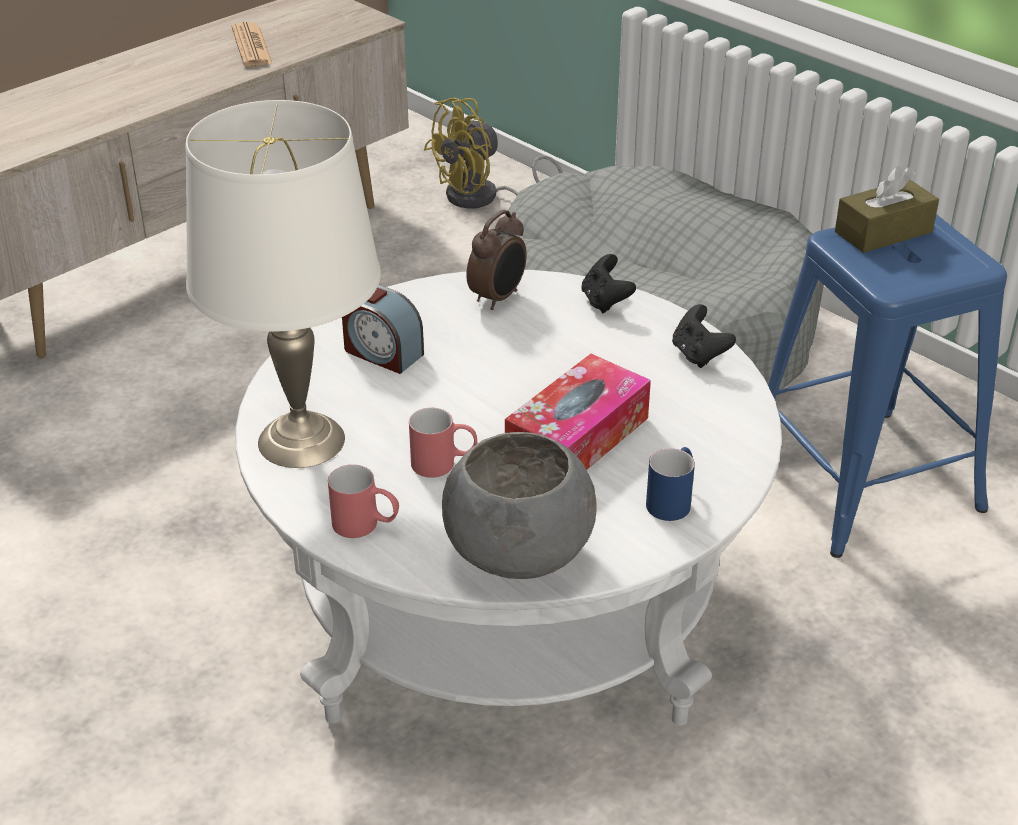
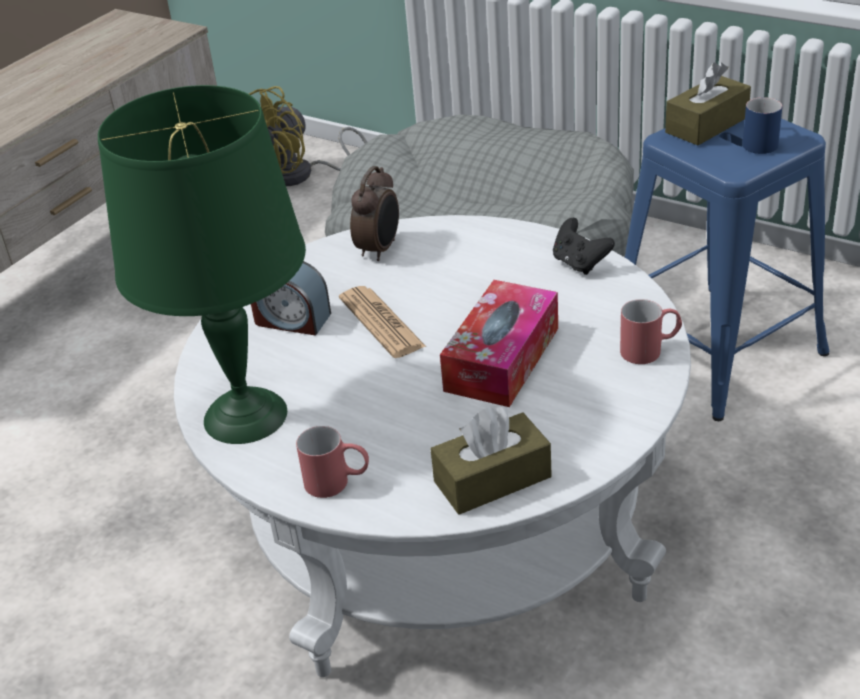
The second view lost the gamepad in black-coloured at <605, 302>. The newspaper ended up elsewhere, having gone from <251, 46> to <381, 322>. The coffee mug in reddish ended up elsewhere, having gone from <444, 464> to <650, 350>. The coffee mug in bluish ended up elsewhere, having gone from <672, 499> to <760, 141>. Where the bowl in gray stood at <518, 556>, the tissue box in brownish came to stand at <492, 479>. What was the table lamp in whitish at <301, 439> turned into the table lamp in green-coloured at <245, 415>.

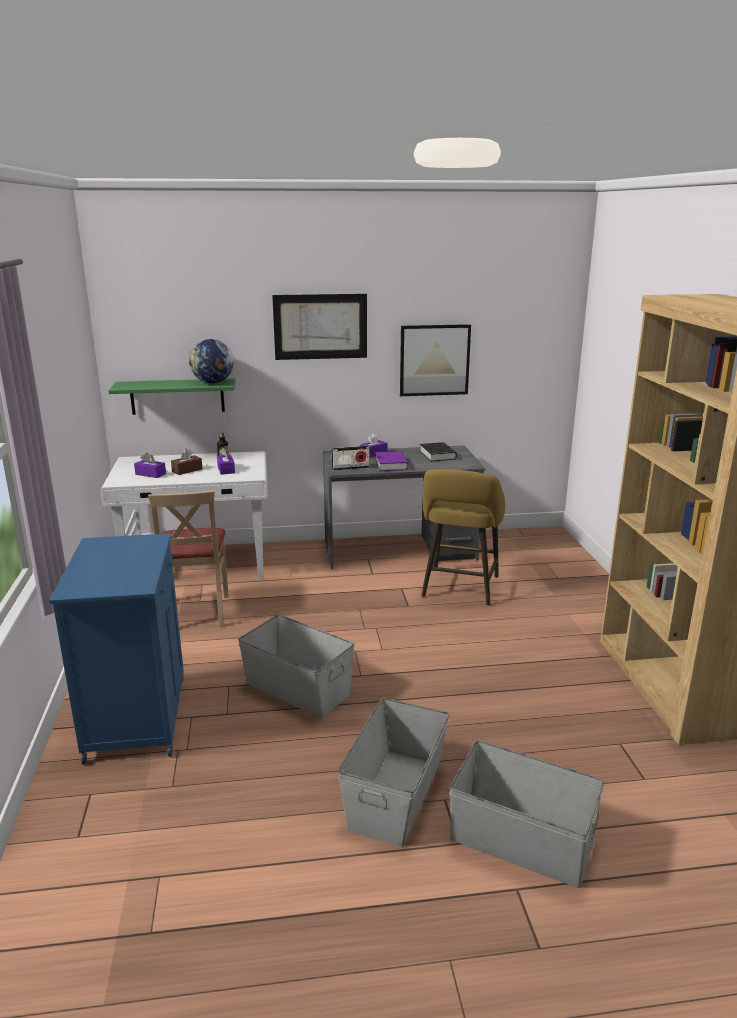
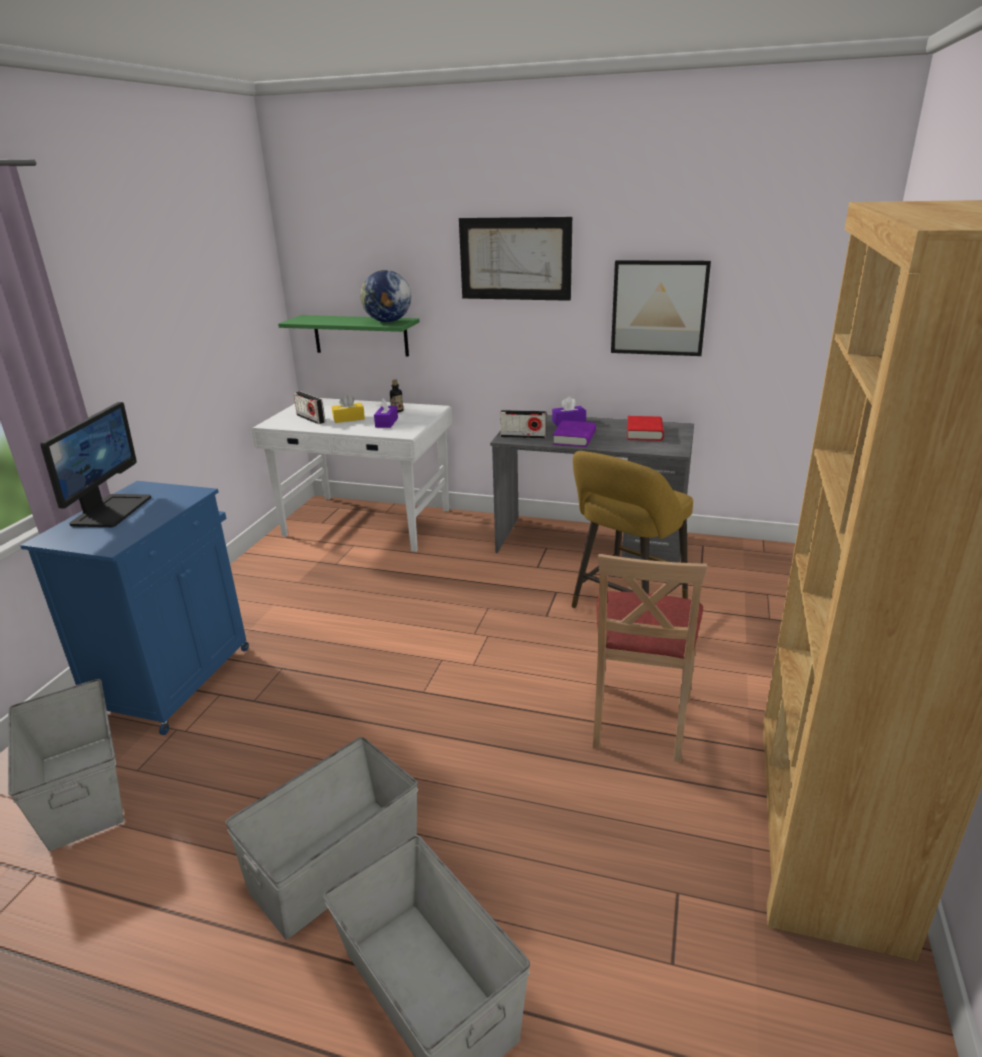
The second view gained the computer display at <110, 510>. The plain chair in beige ended up elsewhere, having gone from <196, 612> to <639, 719>. The storage box in gray ended up elsewhere, having gone from <297, 688> to <82, 788>. Where the tissue box in purplish stood at <150, 474>, the radio came to stand at <310, 419>. What was the tissue box in brownish at <187, 470> turned into the tissue box in yellow at <349, 419>. What was the bound book in black-coloured at <437, 455> turned into the bound book in reddish at <644, 433>.

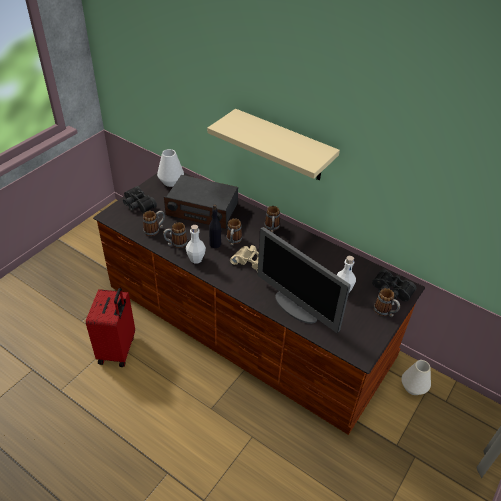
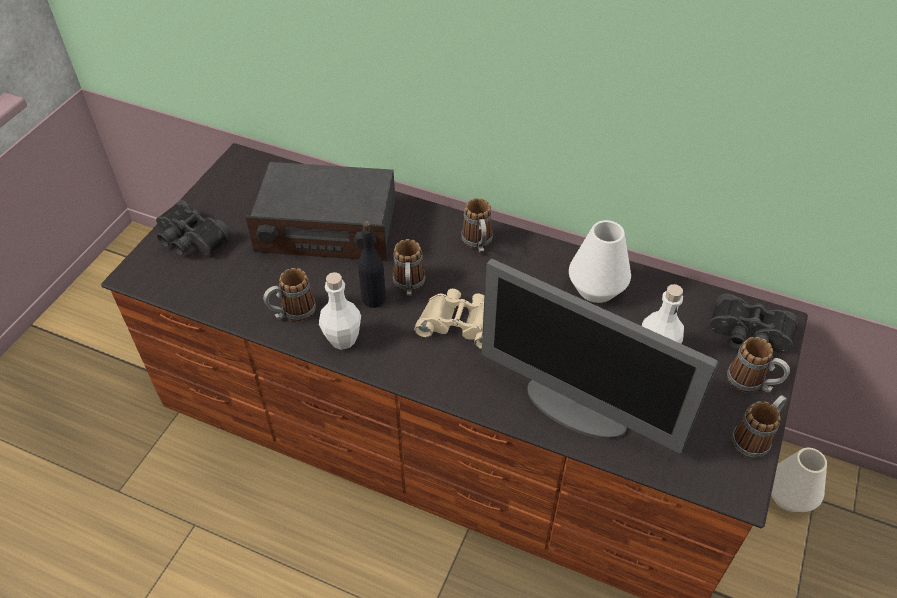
The second view lost the travel case in reddish at <118, 350>. The second view lost the wall shelf in beige at <283, 146>. The coffee mug ended up elsewhere, having gone from <155, 230> to <755, 438>. The vase in whitish ended up elsewhere, having gone from <171, 181> to <596, 288>.

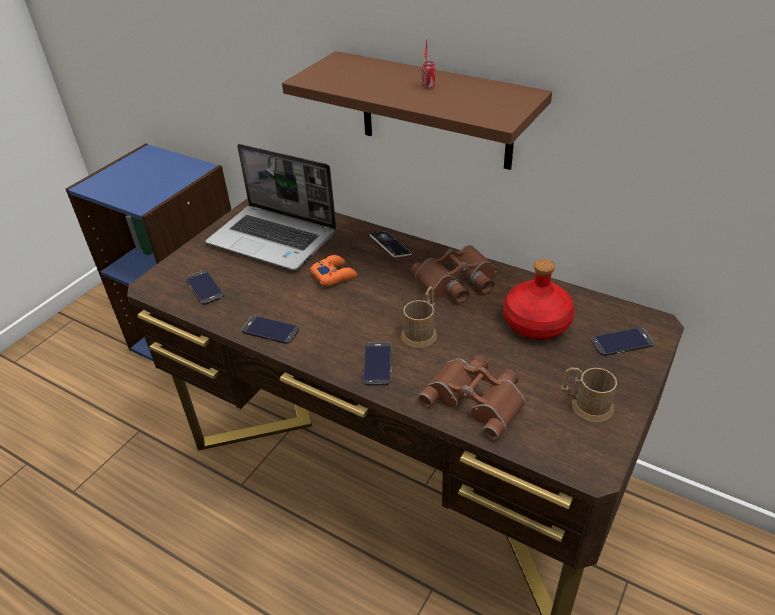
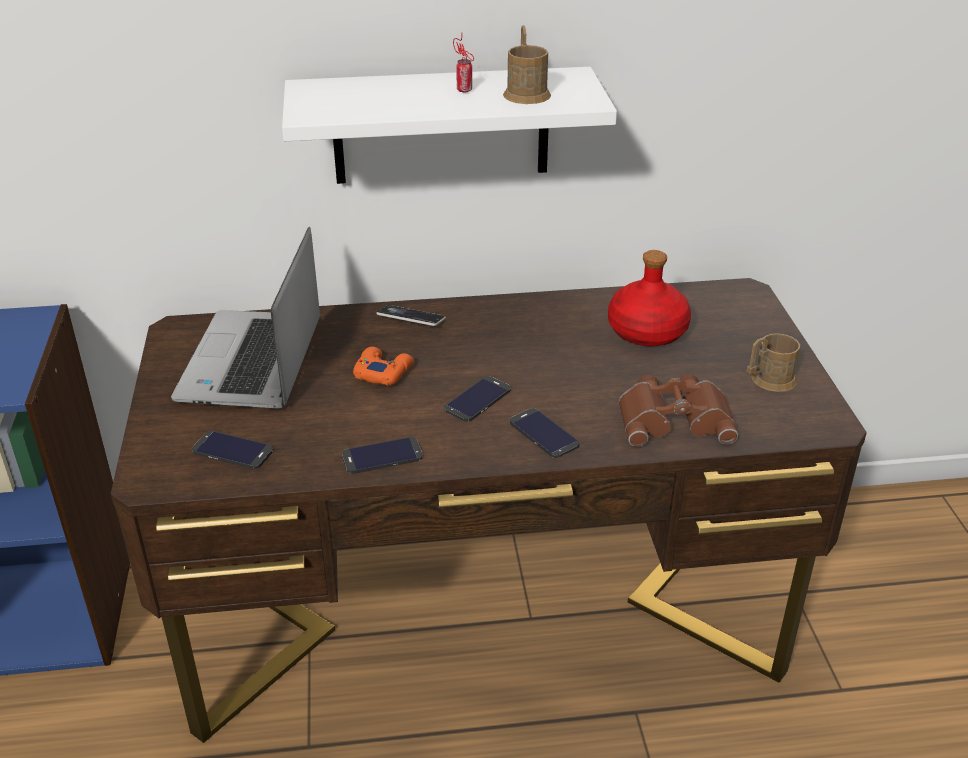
The second view lost the binoculars in brownish at <457, 281>. The coffee mug in brownish ended up elsewhere, having gone from <421, 331> to <525, 92>. The handset ended up elsewhere, having gone from <622, 342> to <478, 399>. What was the wall shelf in brownish at <435, 111> turned into the wall shelf in whitish at <441, 126>. The notebook computer at <274, 239> ended up facing another way, 105 degrees clockwise from before.

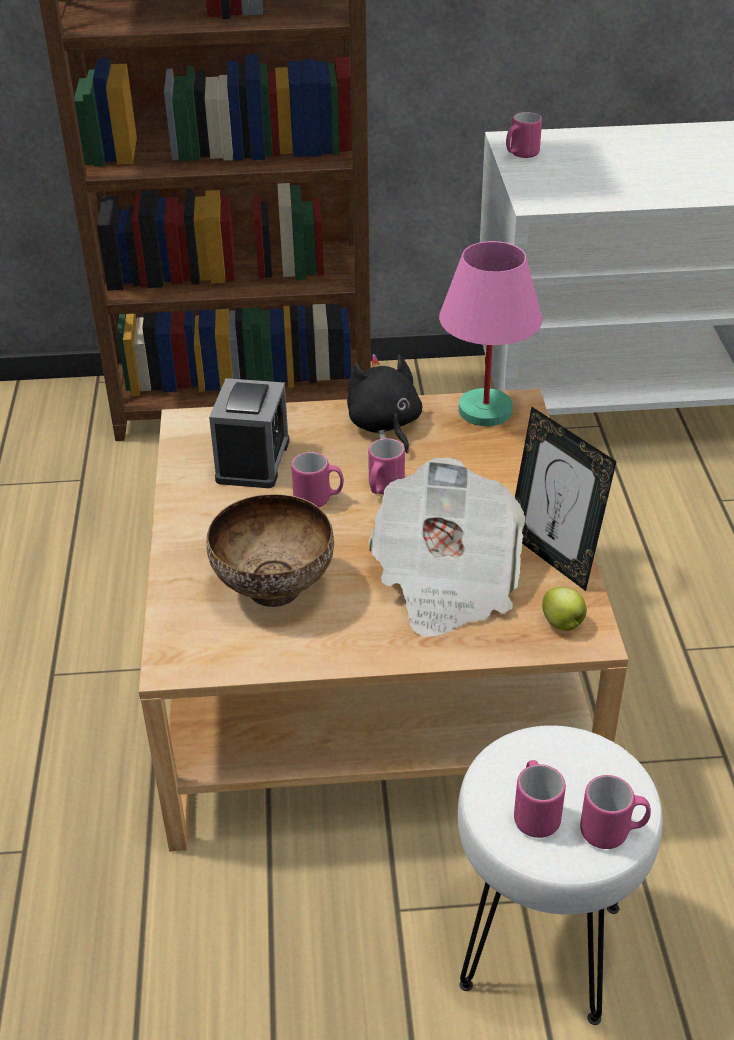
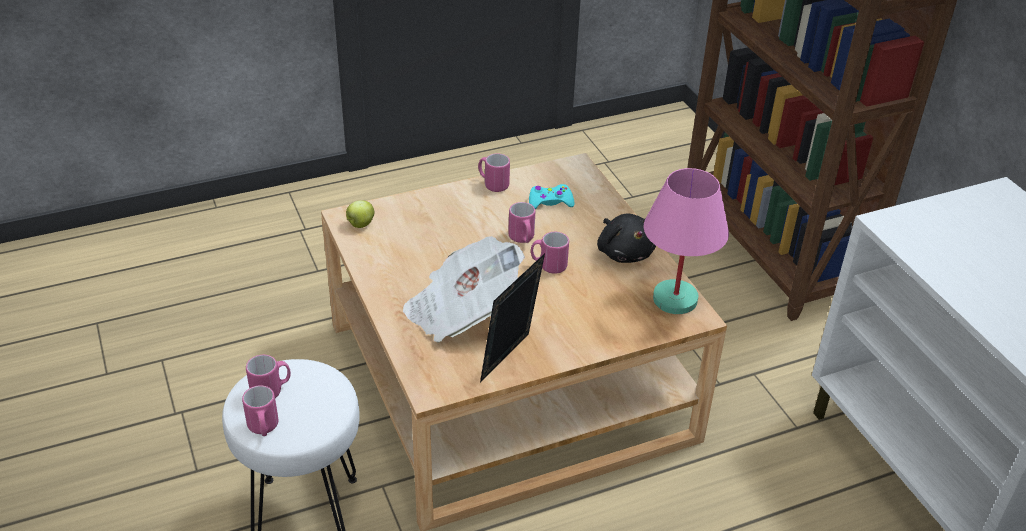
The second view lost the bowl at <272, 590>. The coffee mug in pink-coloured ended up elsewhere, having gone from <520, 155> to <493, 184>. The apple ended up elsewhere, having gone from <563, 624> to <360, 224>. Where the alarm clock stood at <253, 461>, the gamepad in blue-green came to stand at <550, 202>. The cuddly toy in black-coloured at <384, 425> ended up facing another way, 105 degrees clockwise from before.

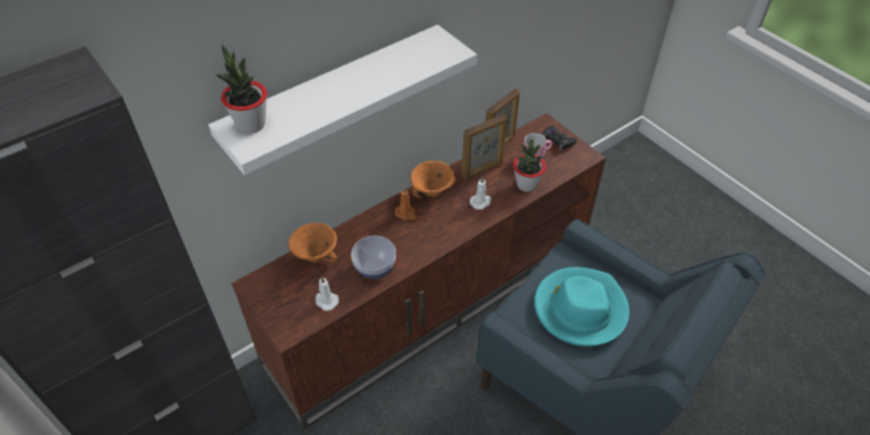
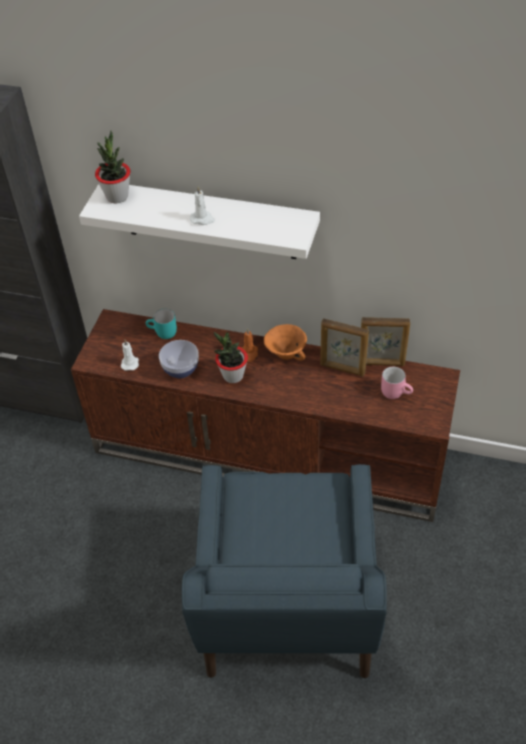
The second view lost the clothing hat in blue-green at <580, 308>. The second view lost the gamepad in black-coloured at <557, 141>. The wax light in whitish ended up elsewhere, having gone from <481, 202> to <202, 219>. The houseplant ended up elsewhere, having gone from <526, 185> to <233, 376>. Where the bowl in orangey stood at <316, 256>, the coffee mug in blue-green came to stand at <163, 333>.

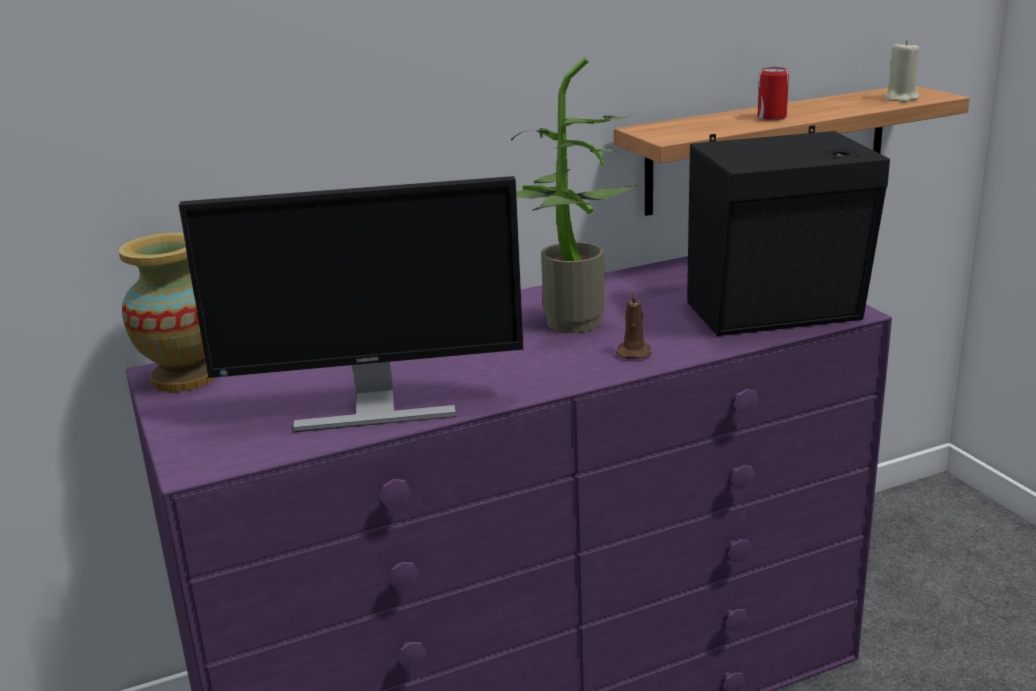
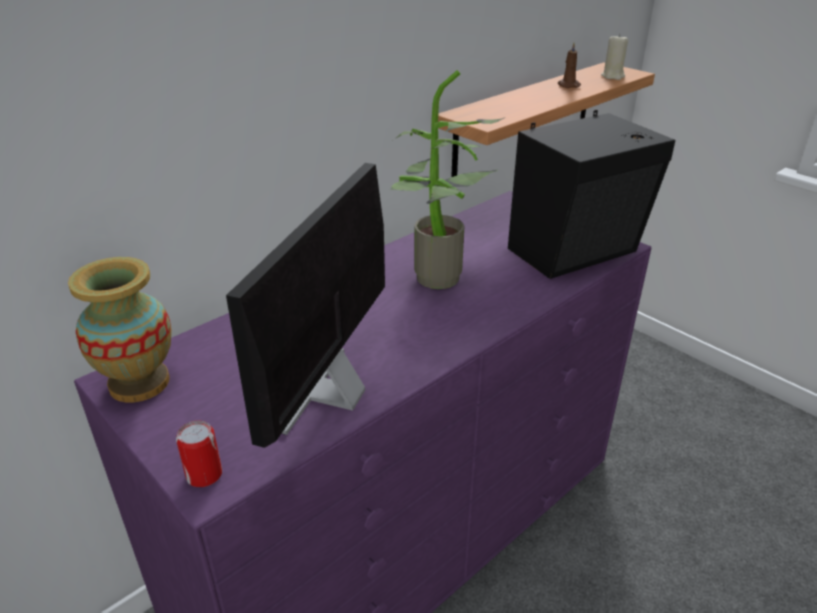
The wax light in brownish ended up elsewhere, having gone from <634, 352> to <568, 85>. The metal can ended up elsewhere, having gone from <771, 117> to <204, 475>. The computer display at <373, 409> ended up facing another way, 135 degrees clockwise from before.

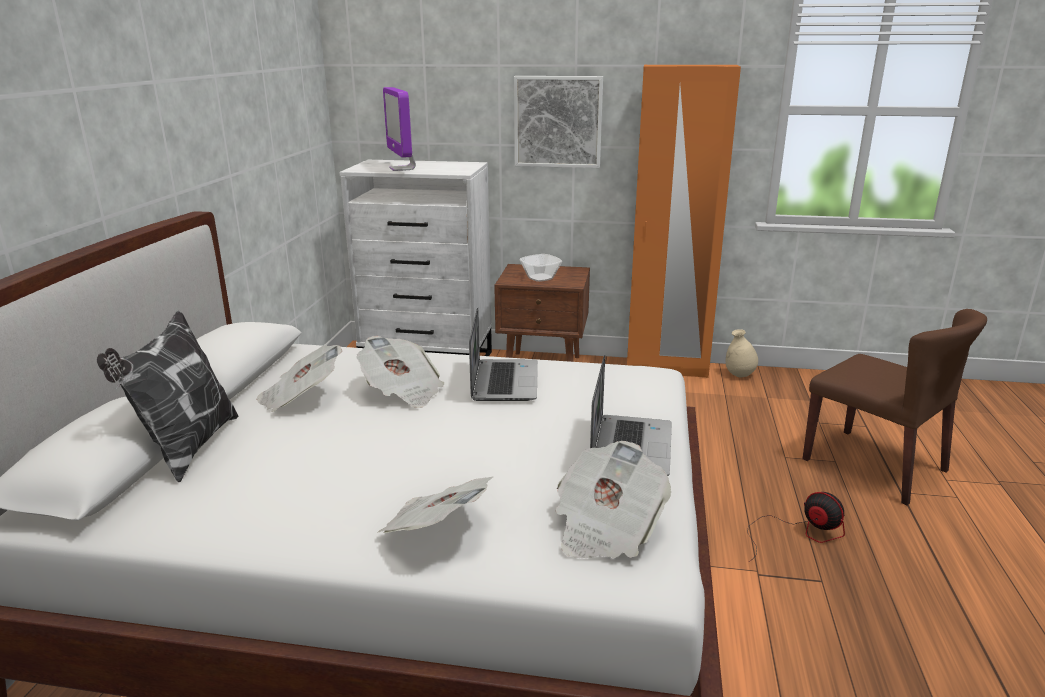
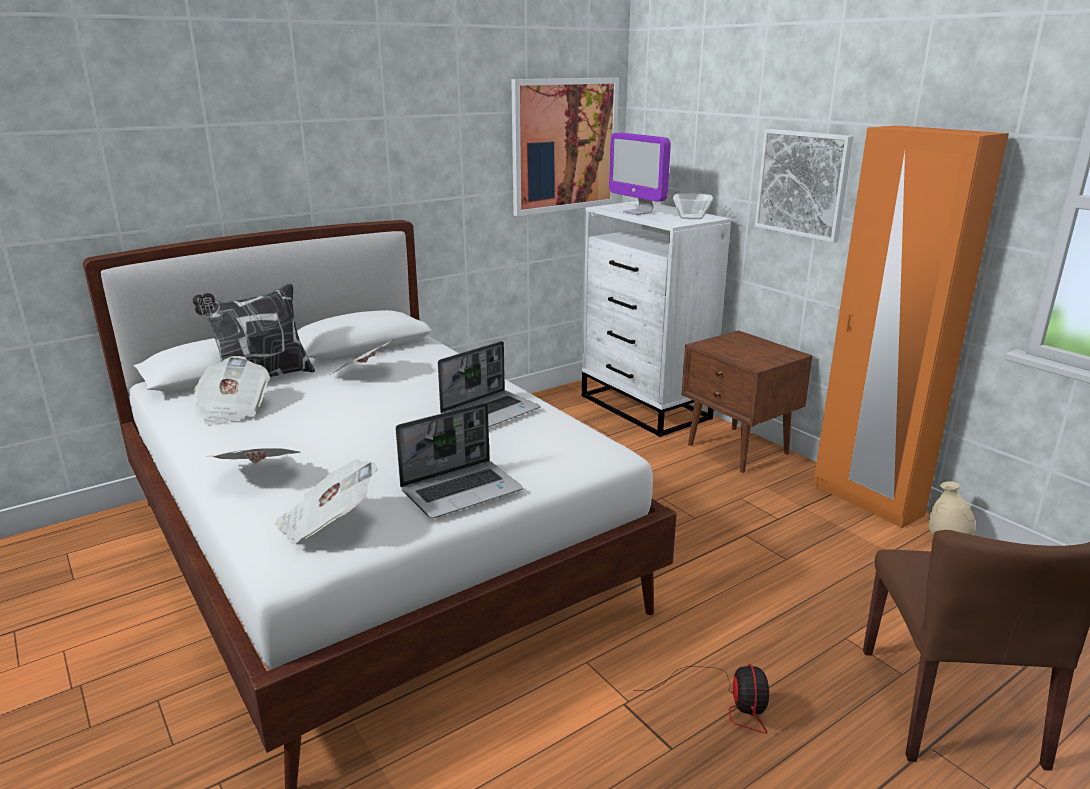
The second view gained the wall art at <564, 145>. The newspaper ended up elsewhere, having gone from <402, 391> to <233, 410>. The bowl ended up elsewhere, having gone from <540, 278> to <692, 217>. The computer display at <402, 169> ended up facing another way, 60 degrees counterclockwise from before.

